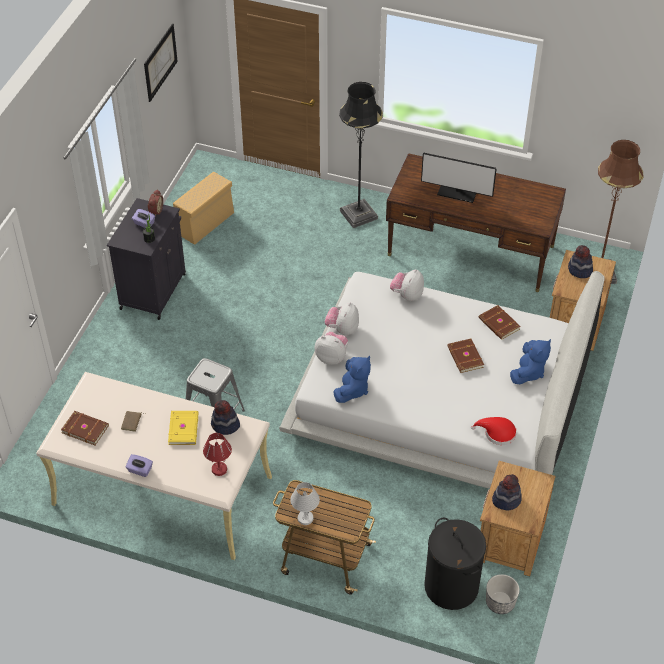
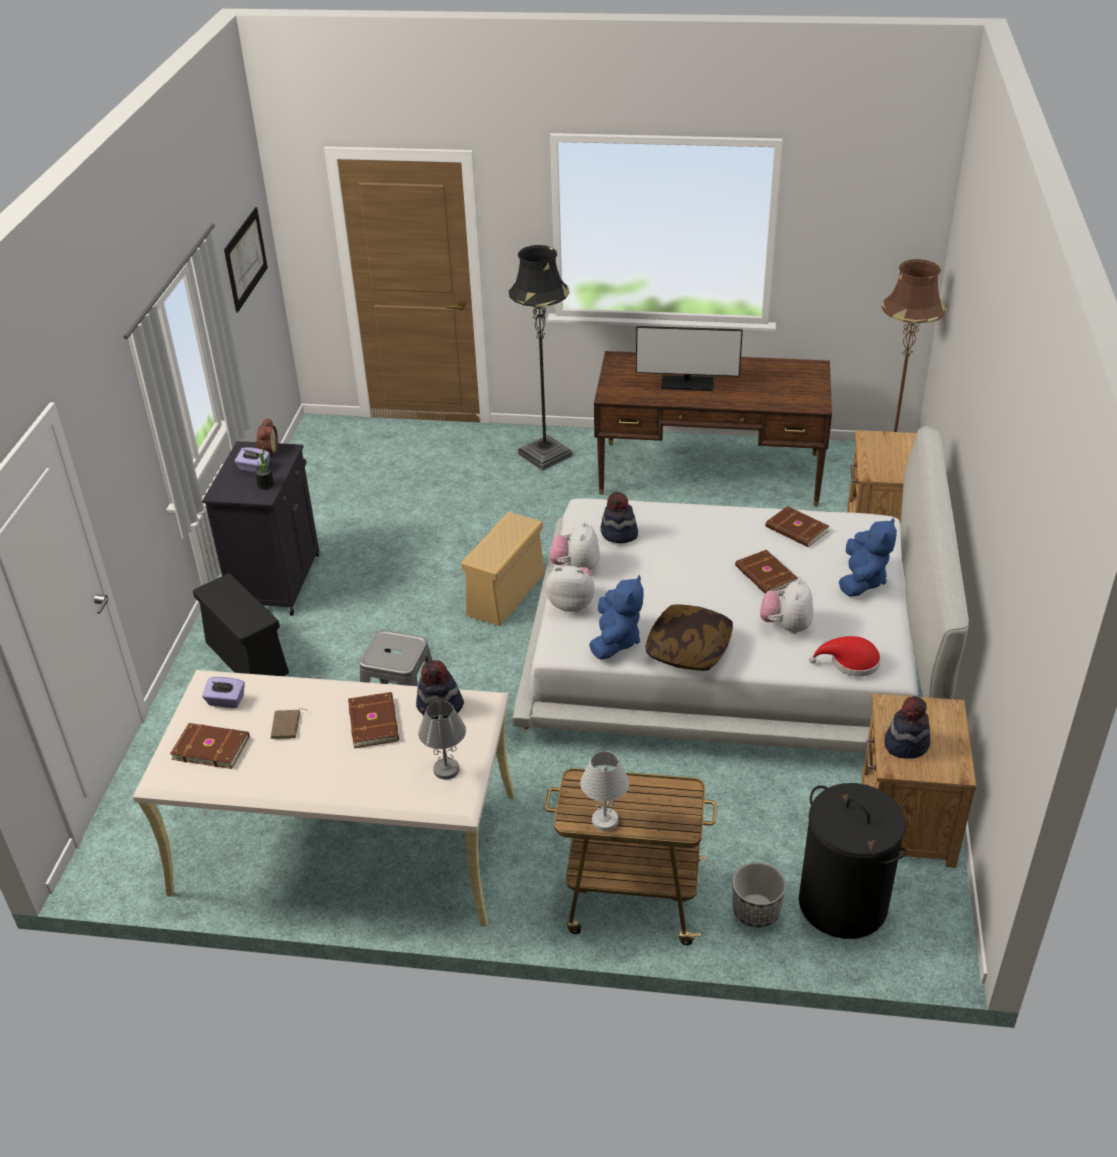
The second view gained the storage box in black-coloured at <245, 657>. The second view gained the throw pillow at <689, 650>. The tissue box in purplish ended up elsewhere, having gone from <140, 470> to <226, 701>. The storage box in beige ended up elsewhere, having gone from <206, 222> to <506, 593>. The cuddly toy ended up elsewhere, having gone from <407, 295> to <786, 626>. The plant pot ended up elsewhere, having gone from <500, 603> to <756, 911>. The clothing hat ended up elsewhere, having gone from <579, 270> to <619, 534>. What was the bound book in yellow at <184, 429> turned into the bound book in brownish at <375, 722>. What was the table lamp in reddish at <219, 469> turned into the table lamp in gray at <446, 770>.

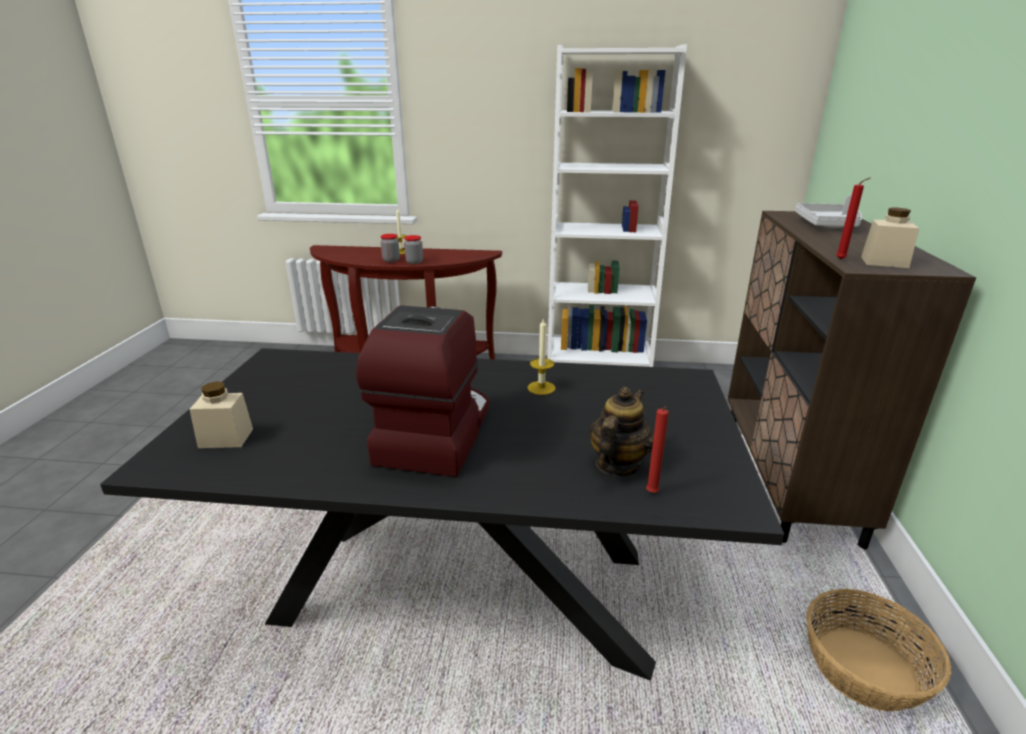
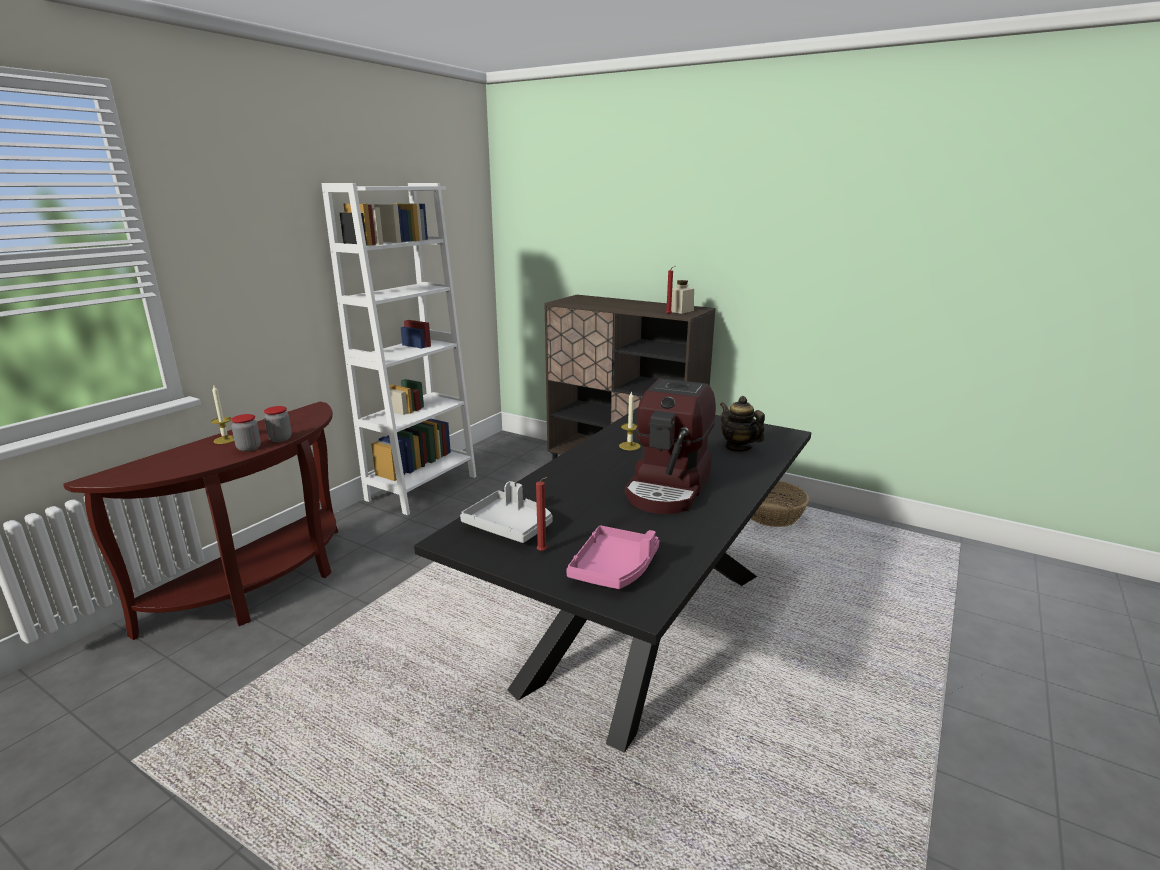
The wax light in reddish ended up elsewhere, having gone from <652, 494> to <543, 552>. The serving tray in gray ended up elsewhere, having gone from <828, 225> to <509, 526>. Where the jar in beige stood at <226, 438>, the serving tray in pink-coloured came to stand at <614, 568>. The coffee maker at <434, 434> ended up facing another way, 105 degrees counterclockwise from before.

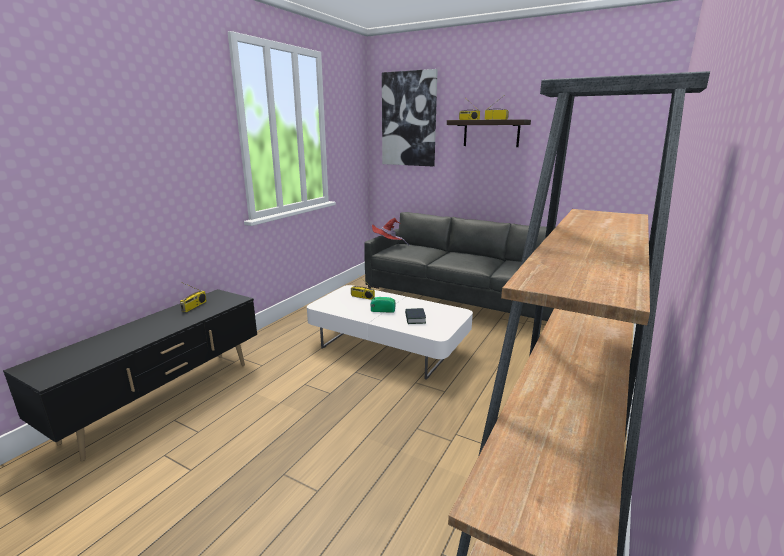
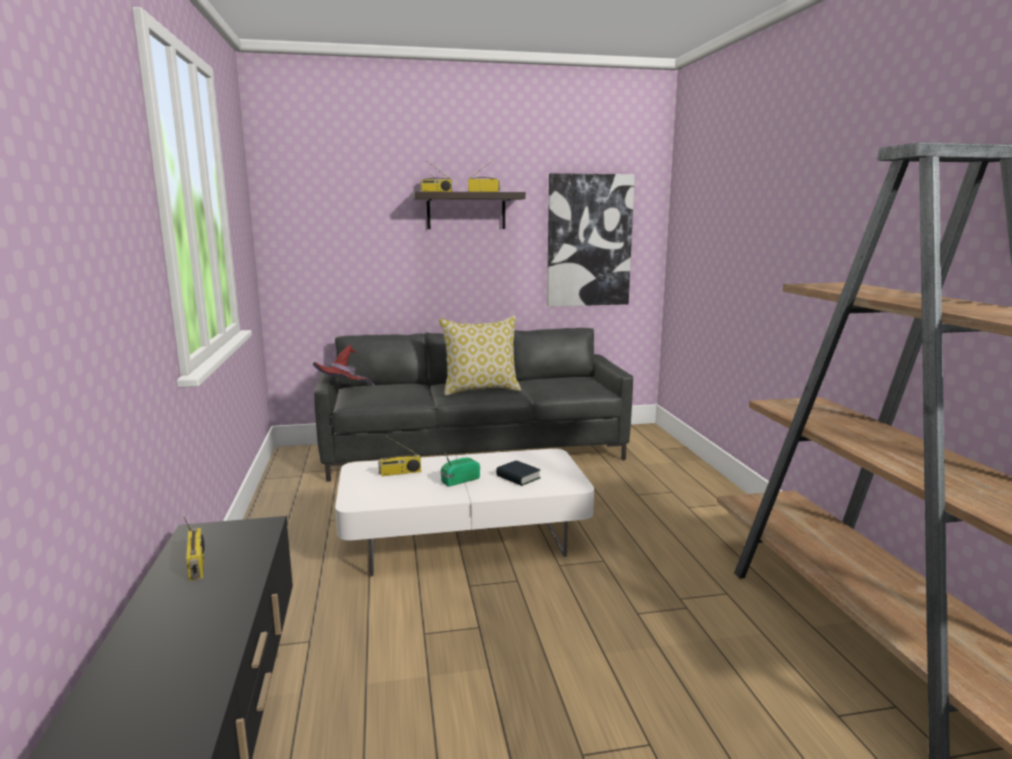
The second view gained the throw pillow at <481, 390>. The wall art ended up elsewhere, having gone from <409, 119> to <589, 241>.

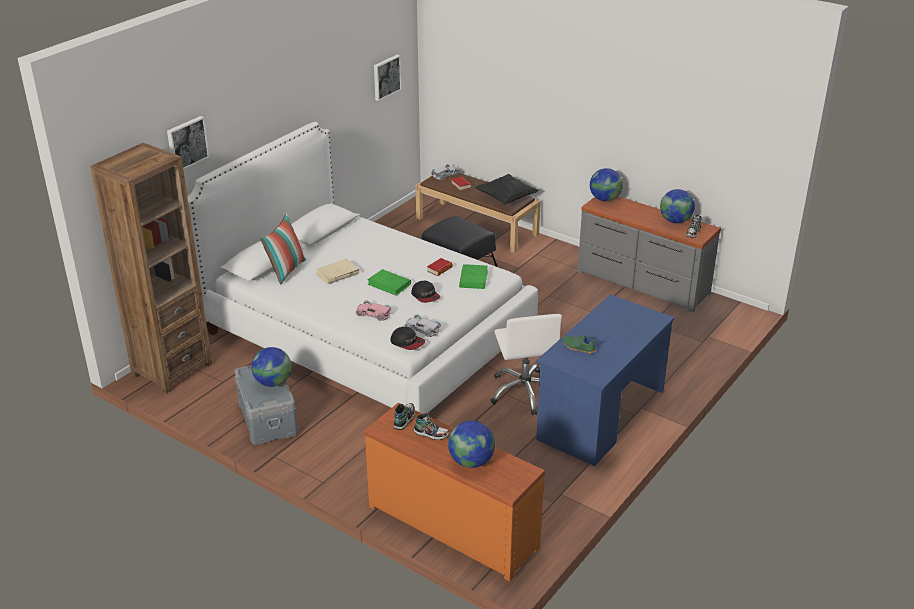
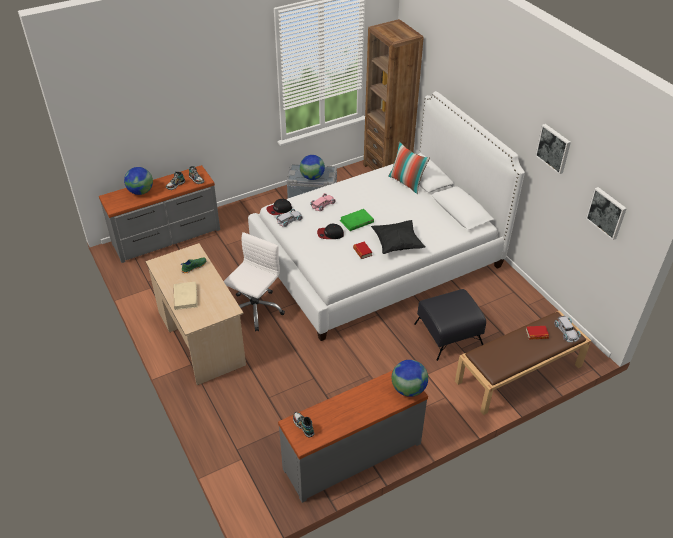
The second view lost the bound book in green-coloured at <473, 278>. The second view lost the globe at <675, 221>. The wall art ended up elsewhere, having gone from <186, 143> to <554, 148>. The bound book in beige ended up elsewhere, having gone from <337, 274> to <185, 297>. The throw pillow in black-coloured ended up elsewhere, having gone from <506, 198> to <397, 244>. What was the drawer chest in orangey at <453, 525> turned into the drawer chest in gray at <167, 237>. What was the desk in bluish at <601, 415> turned into the desk in beige at <201, 338>. The office chair in whitish at <525, 392> ended up facing another way, 105 degrees clockwise from before.

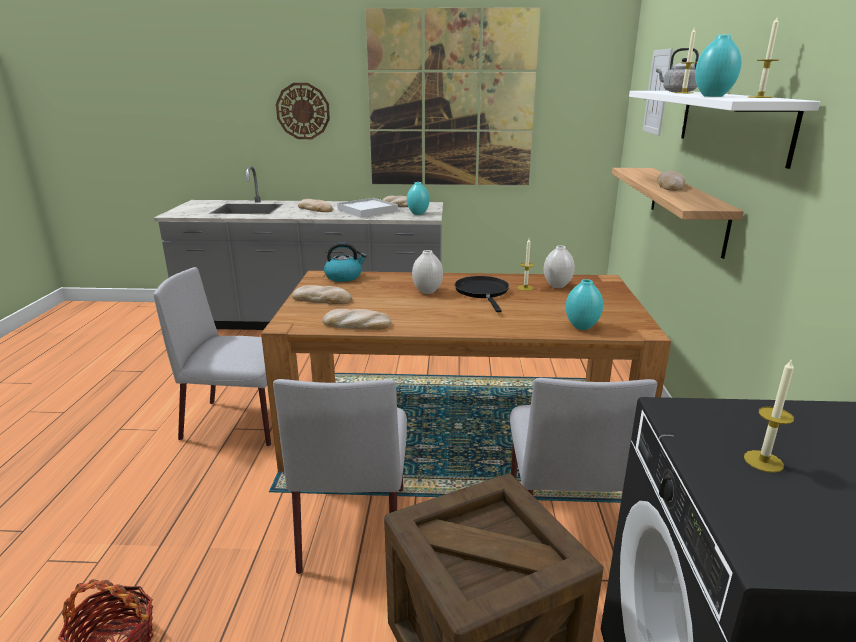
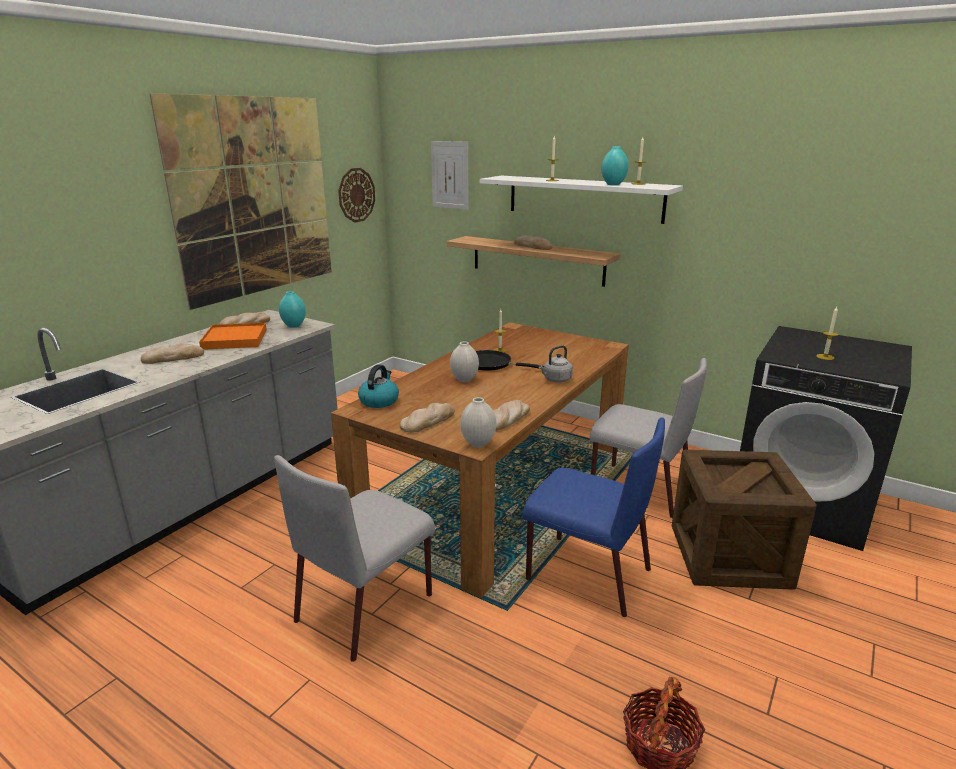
The second view lost the vase in blue-green at <581, 327>. The clock on the wall ended up elsewhere, having gone from <303, 111> to <356, 195>. The vase in whitish ended up elsewhere, having gone from <557, 286> to <477, 443>. The tea kettle in gray ended up elsewhere, having gone from <677, 92> to <556, 380>. What was the plain chair in gray at <354, 526> turned into the plain chair in bluish at <586, 574>. What was the serving tray in whitish at <367, 210> turned into the serving tray in orangey at <235, 339>.

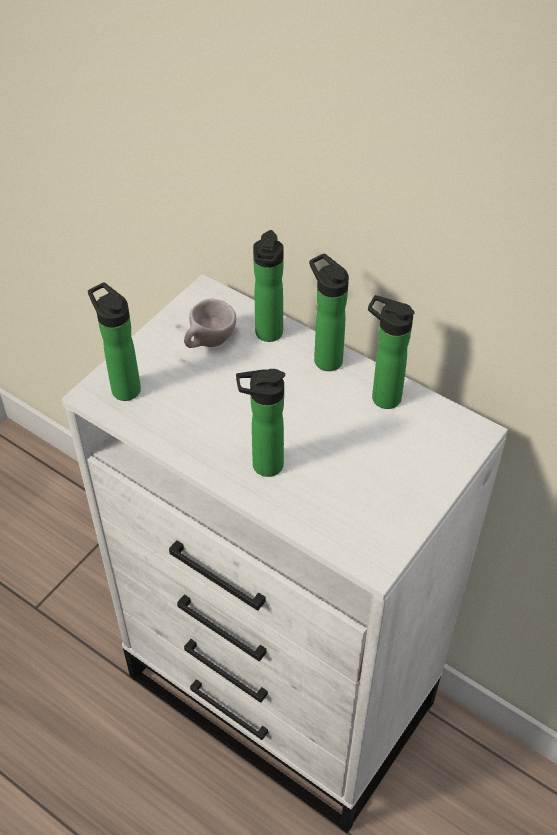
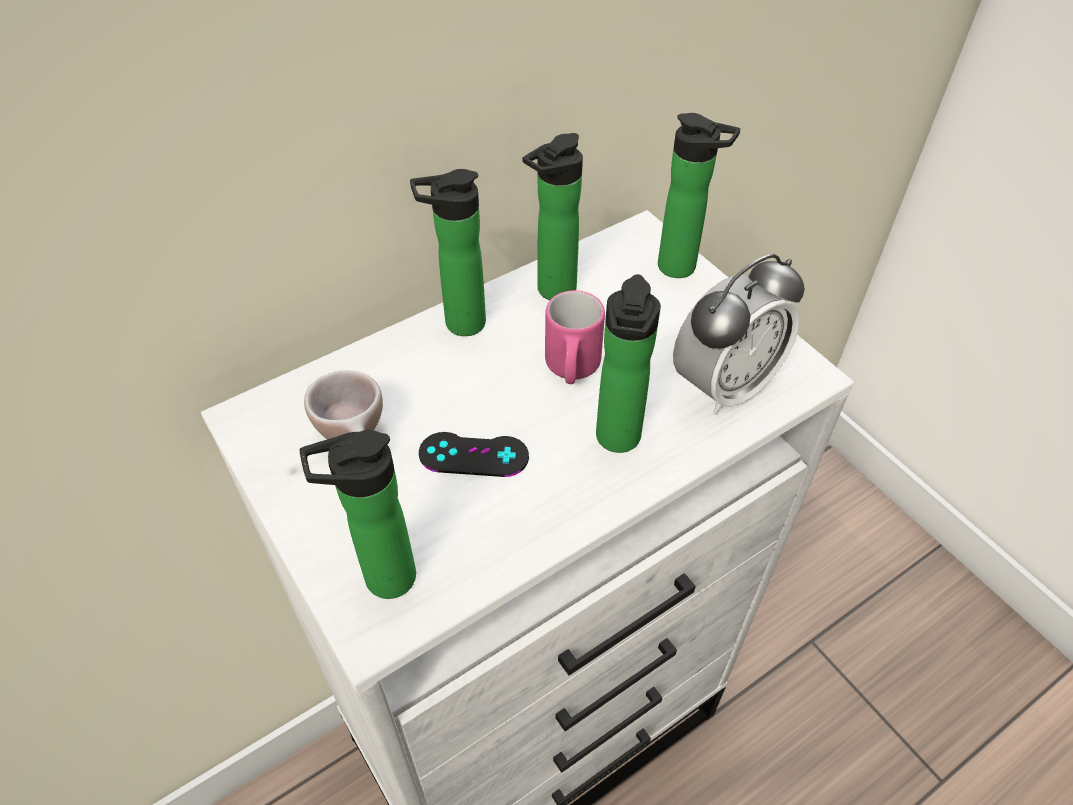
The second view gained the gamepad in black-coloured at <473, 455>. The second view gained the coffee mug in pink-coloured at <572, 370>. The second view gained the alarm clock at <724, 386>. The bottle ended up elsewhere, having gone from <268, 336> to <682, 268>.

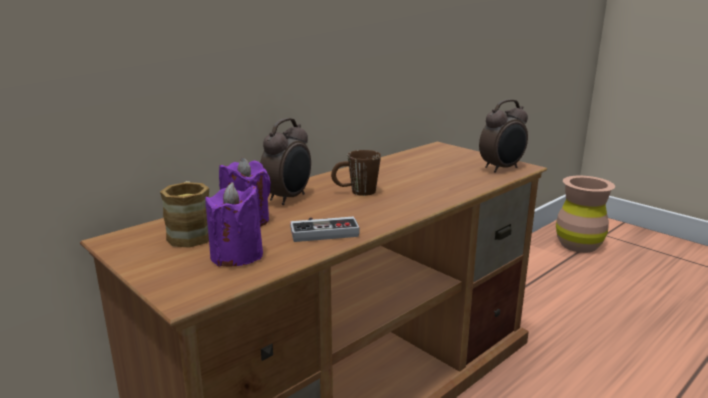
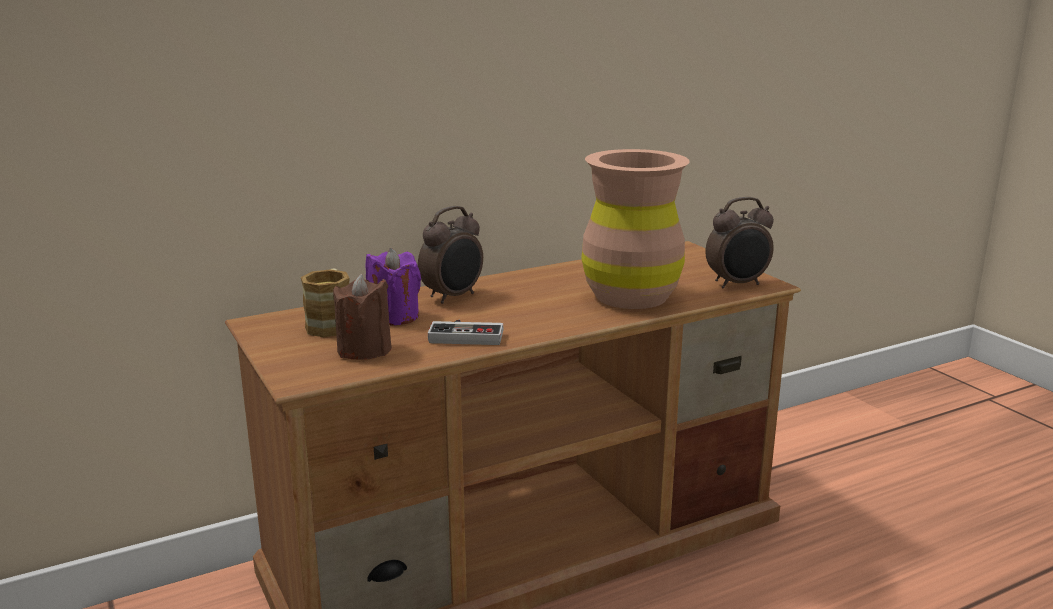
The second view lost the coffee mug in brownish at <355, 192>. The vase in brownish ended up elsewhere, having gone from <578, 245> to <631, 296>. What was the wax light in purplish at <236, 255> turned into the wax light in brownish at <364, 350>.

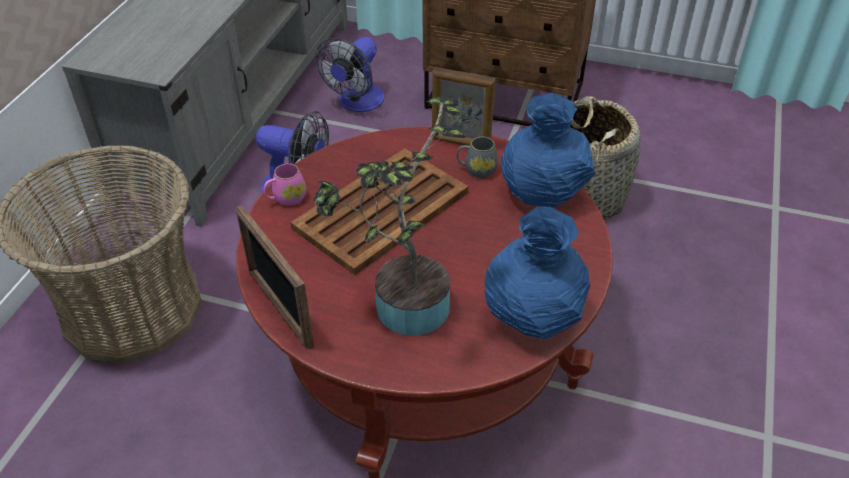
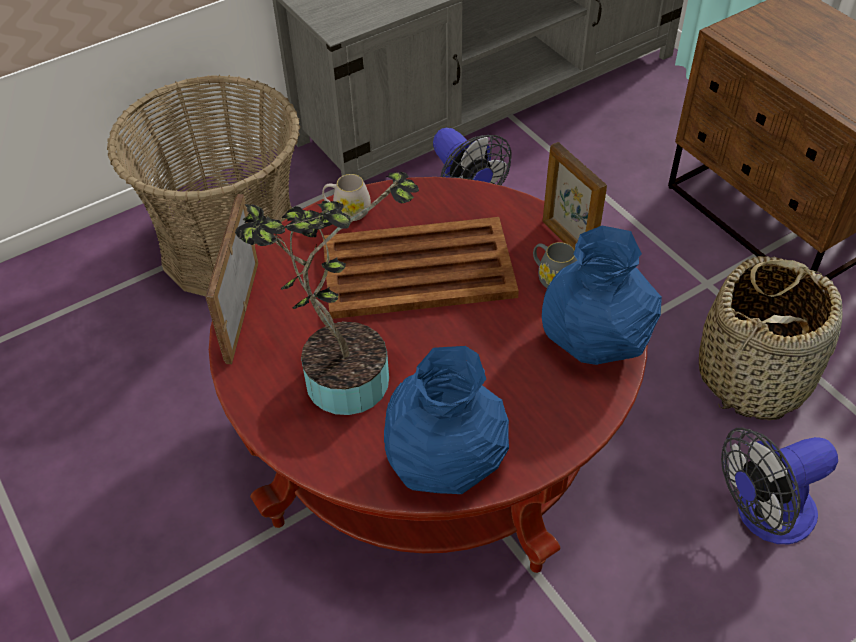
The electric fan ended up elsewhere, having gone from <357, 103> to <763, 515>. What was the coffee mug in pink-coloured at <286, 199> turned into the coffee mug in whitish at <347, 211>.

